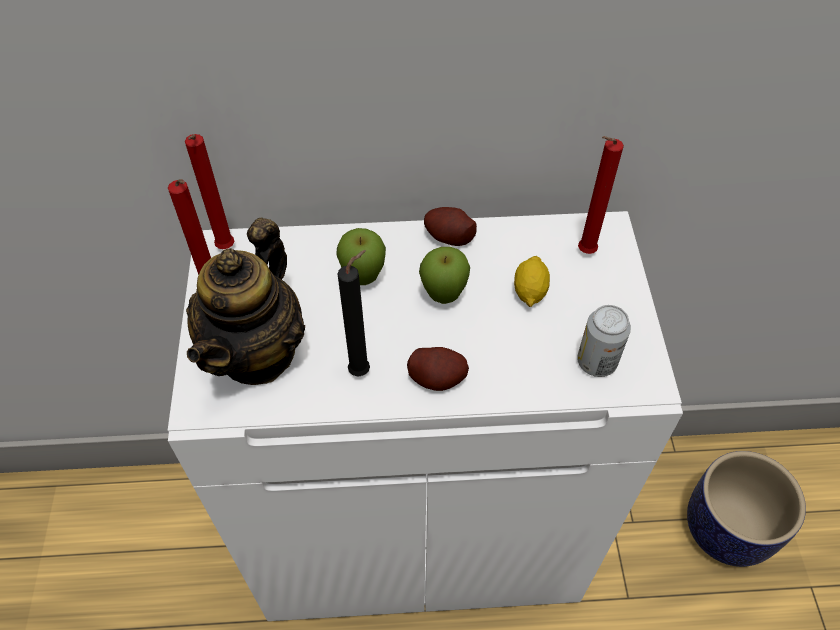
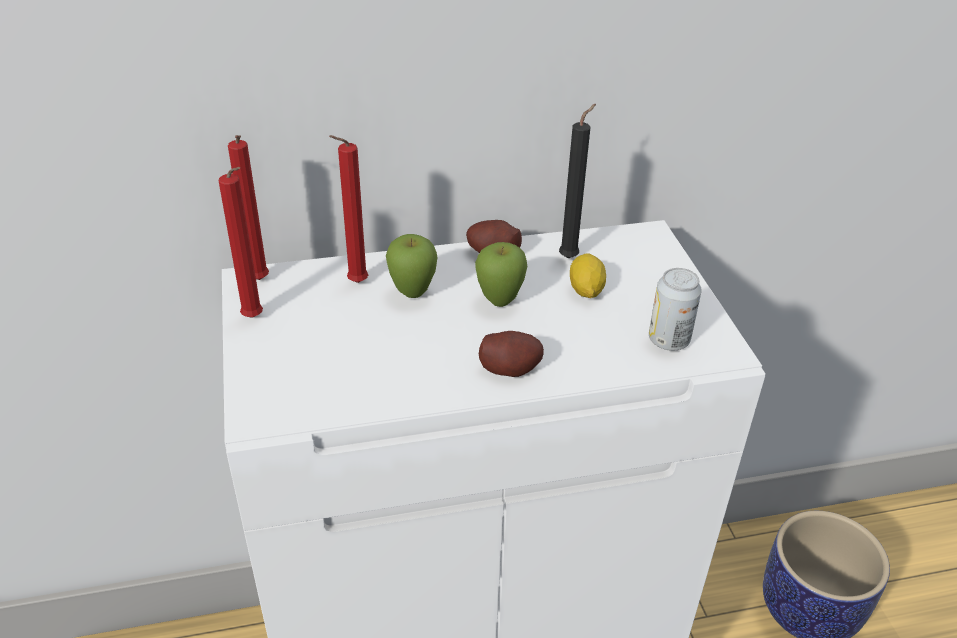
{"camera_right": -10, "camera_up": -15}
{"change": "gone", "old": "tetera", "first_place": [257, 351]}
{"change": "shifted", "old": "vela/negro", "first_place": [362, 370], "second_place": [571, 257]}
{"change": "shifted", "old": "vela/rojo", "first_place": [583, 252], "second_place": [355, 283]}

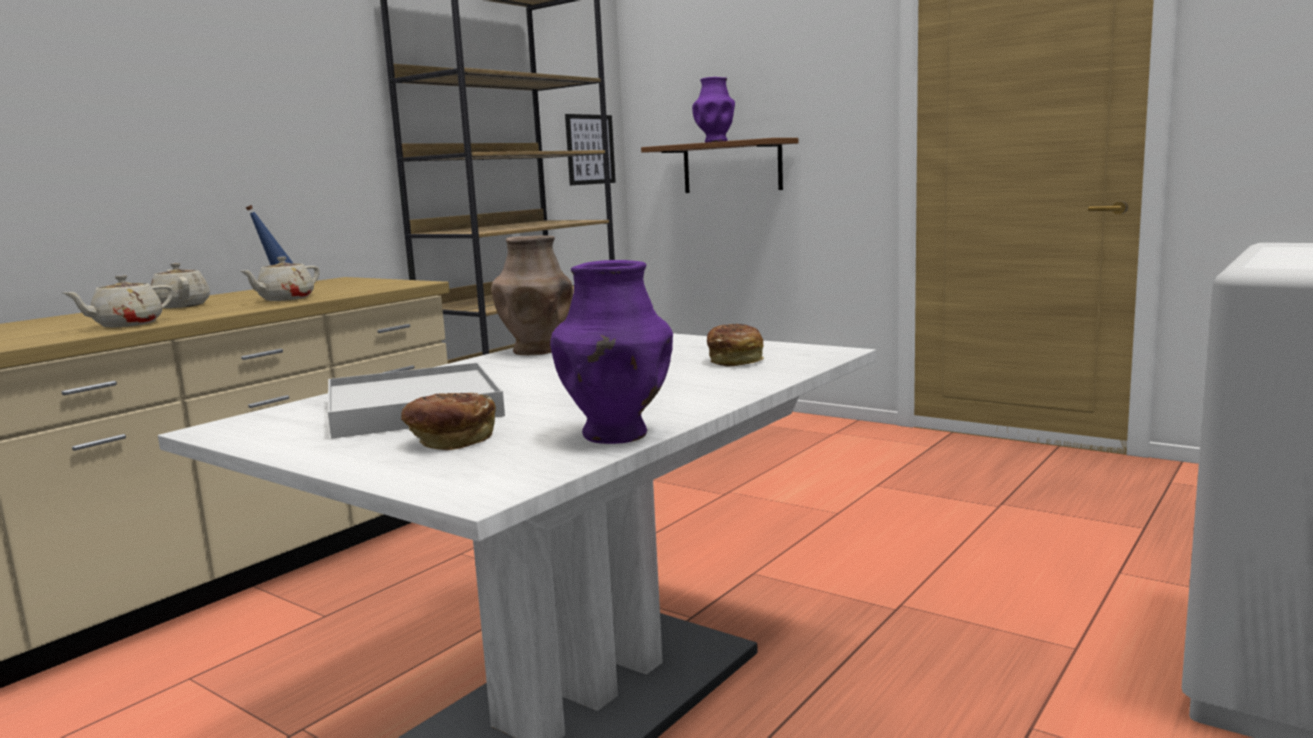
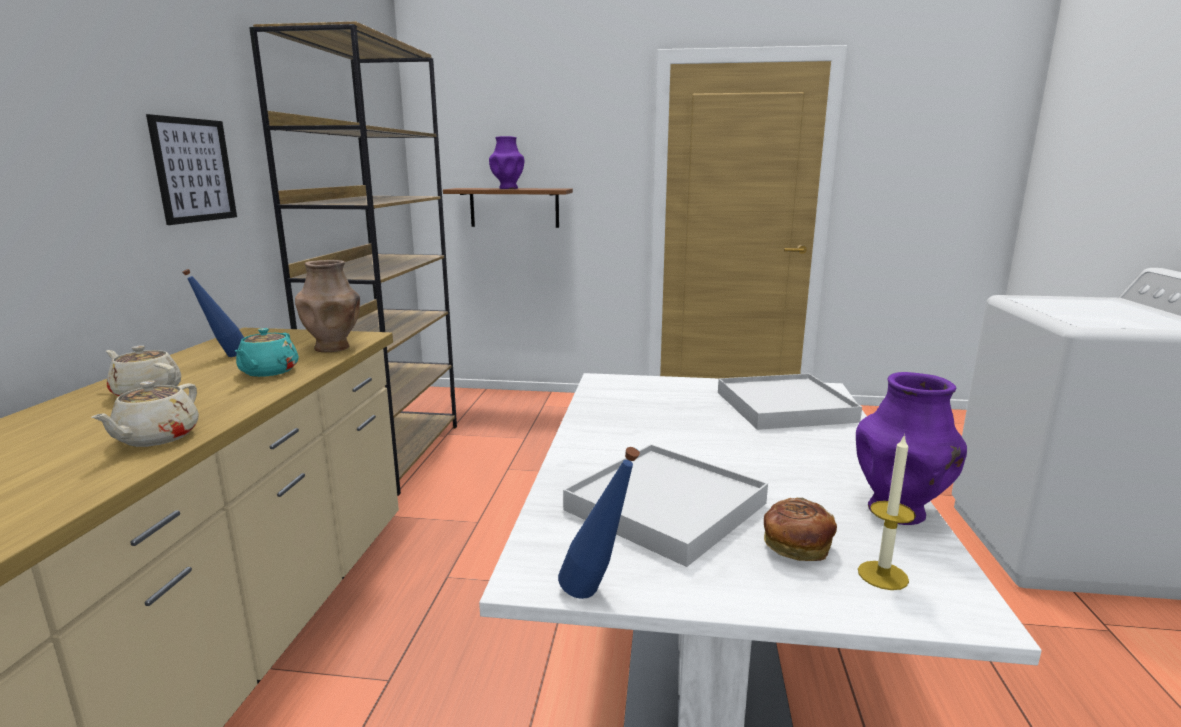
{"camera_right": -30, "camera_up": 5}
{"change": "new", "new": "botella/azul", "second_place": [597, 597]}
{"change": "new", "new": "vela", "second_place": [882, 575]}
{"change": "shifted", "old": "florero/marrón", "first_place": [536, 351], "second_place": [333, 348]}
{"change": "shifted", "old": "cuadro", "first_place": [590, 149], "second_place": [194, 170]}
{"change": "swapped", "old": "pan", "new": "bandeja/blanco", "first_place": [735, 361], "second_place": [784, 406]}
{"change": "repainted", "old": "tetera/beis", "new": "tetera/turquesa", "first_place": [285, 299], "second_place": [268, 372]}

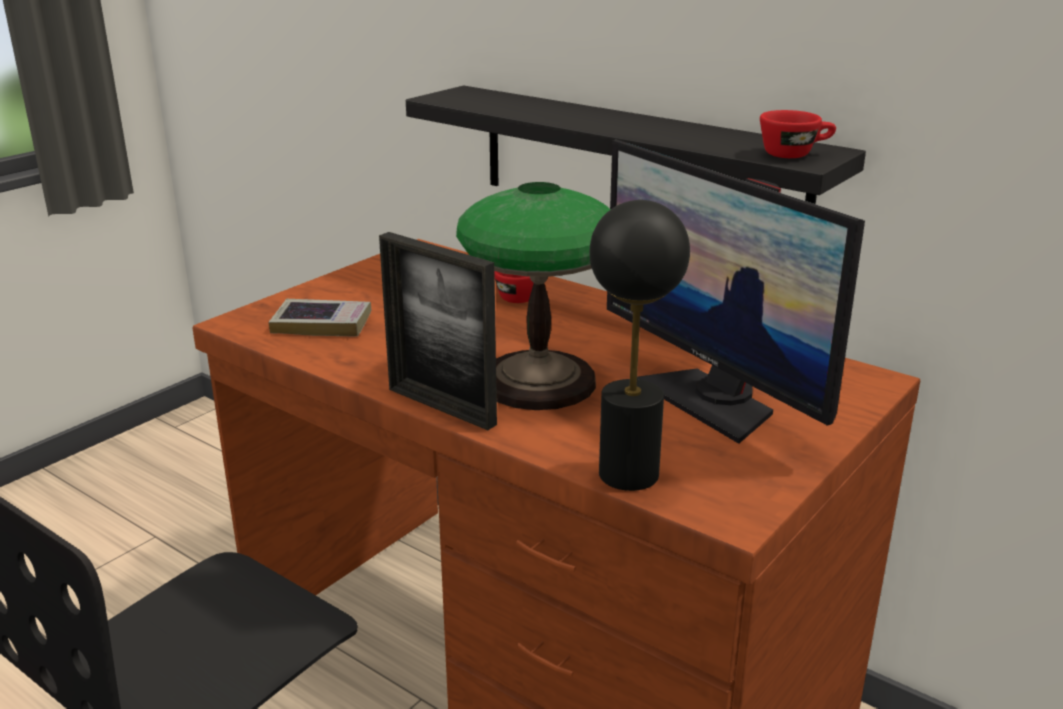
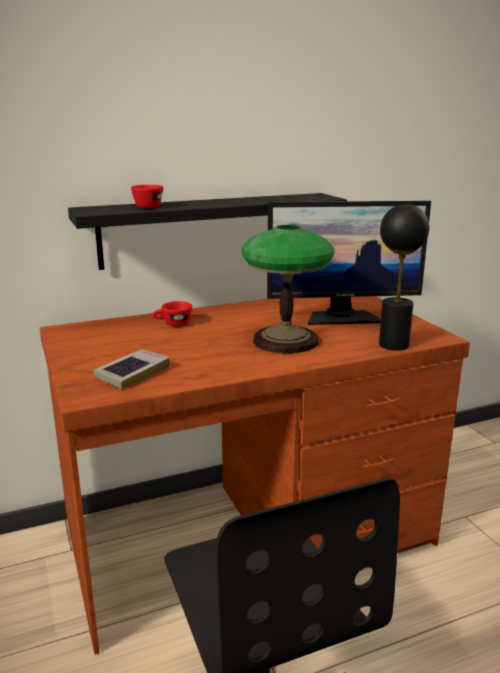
{"camera_right": -60, "camera_up": -5}
{"change": "gone", "old": "portarretratos", "first_place": [441, 406]}
{"change": "shifted", "old": "taza/rojo", "first_place": [794, 154], "second_place": [150, 206]}

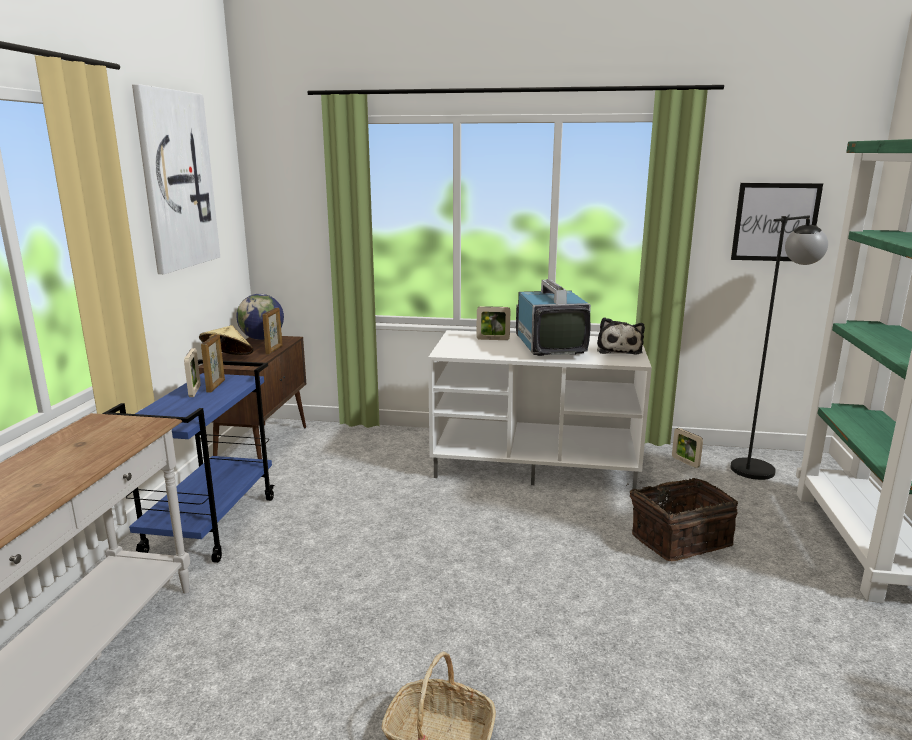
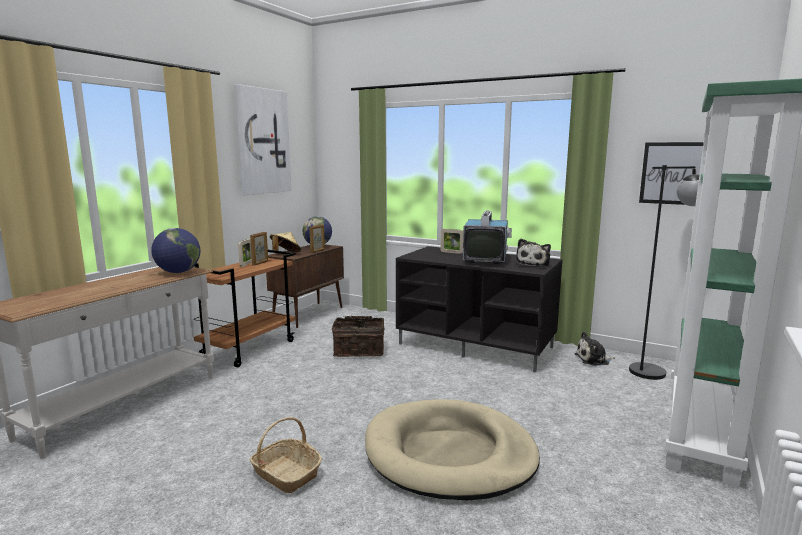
{"camera_right": 20, "camera_up": -5}
{"change": "new", "new": "globo terráqueo", "second_place": [178, 272]}
{"change": "new", "new": "cama para perro/beis", "second_place": [449, 454]}
{"change": "shifted", "old": "cesta", "first_place": [678, 539], "second_place": [359, 350]}
{"change": "swapped", "old": "portarretratos", "new": "peluche", "first_place": [685, 462], "second_place": [593, 359]}
{"change": "repainted", "old": "carrito/azul", "new": "carrito/marrón", "first_place": [211, 524], "second_place": [249, 348]}
{"change": "repainted", "old": "mueble de televisión/blanco", "new": "mueble de televisión/negro", "first_place": [536, 463], "second_place": [476, 345]}

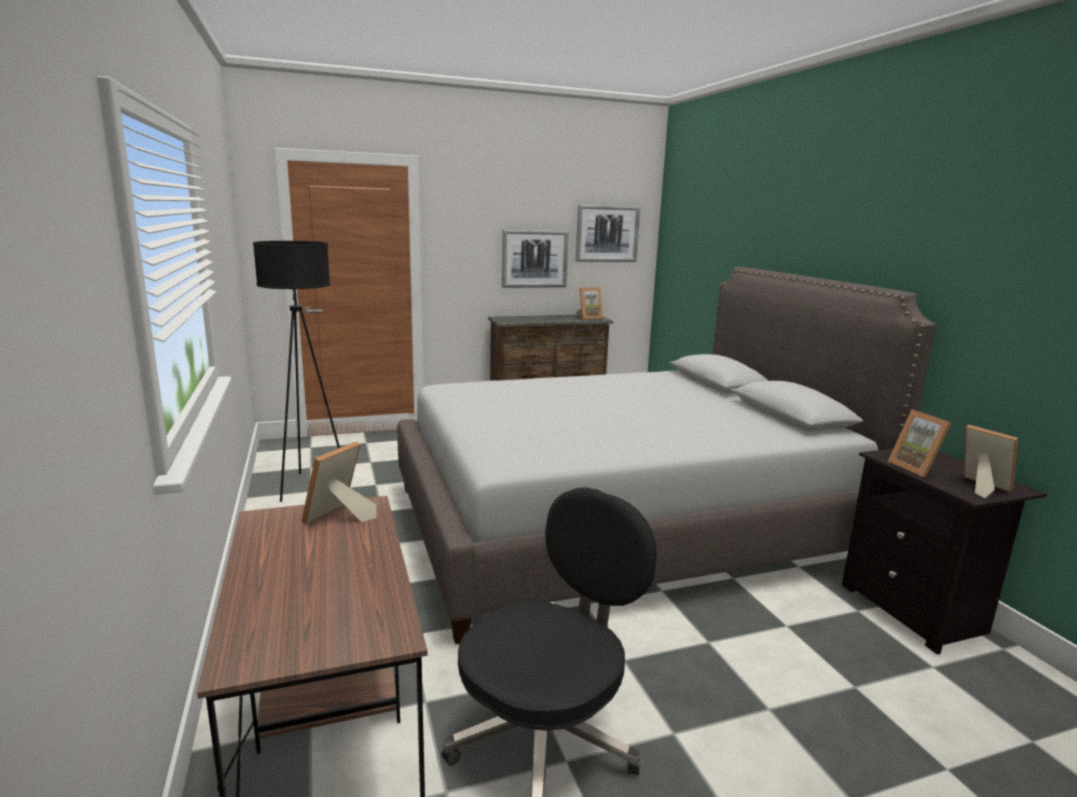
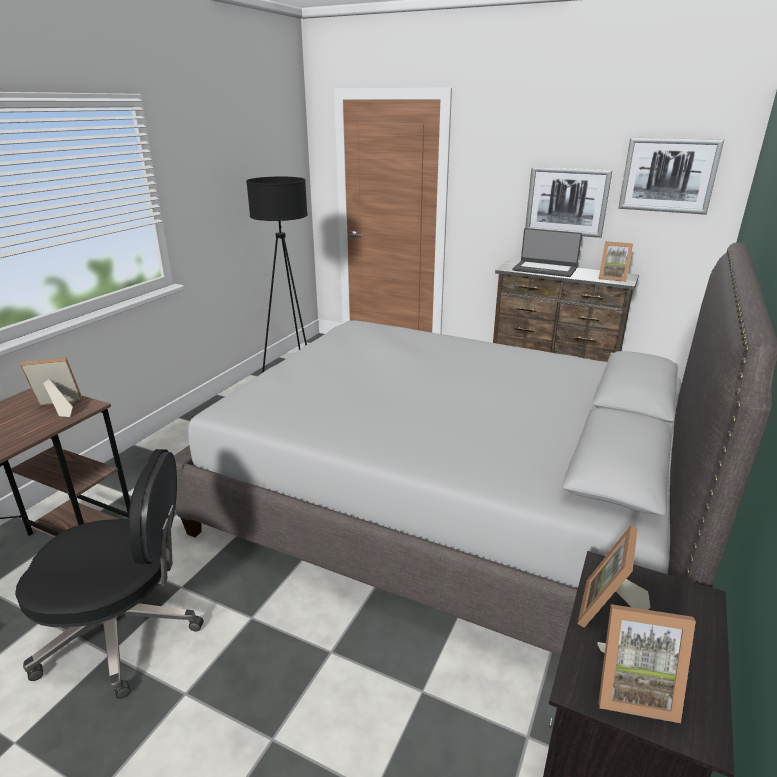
{"camera_right": 45, "camera_up": 10}
{"change": "new", "new": "portátil", "second_place": [544, 269]}
{"change": "rotated", "old": "portarretratos", "first_place": [980, 487], "second_place": [633, 688], "degrees": 90}

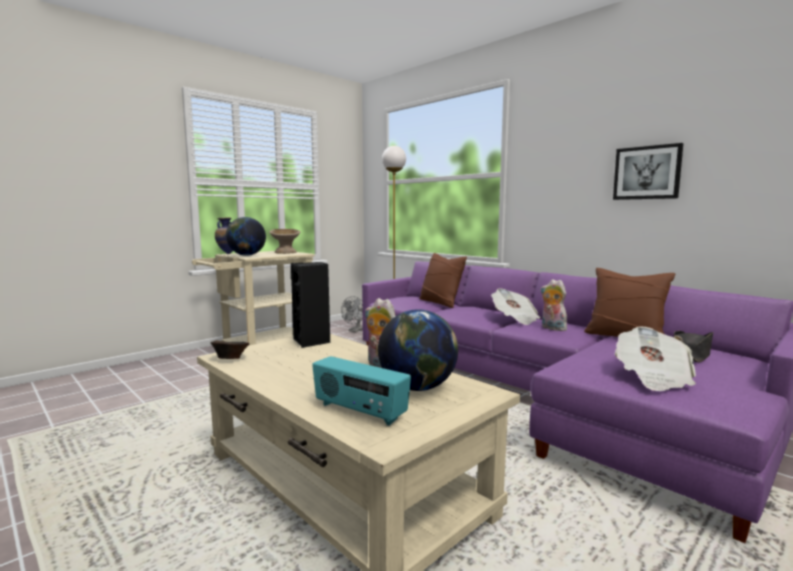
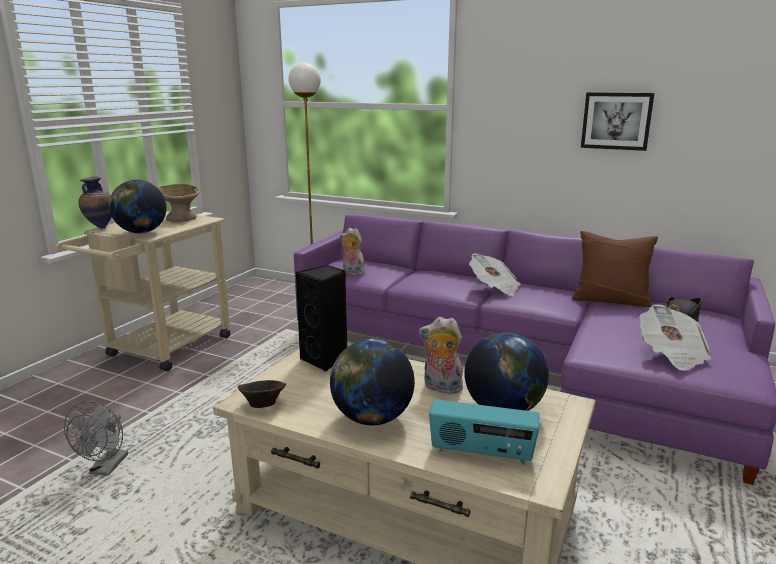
{"camera_right": -20, "camera_up": 10}
{"change": "gone", "old": "cojín/marrón", "first_place": [441, 302]}
{"change": "new", "new": "globo terráqueo", "second_place": [372, 419]}
{"change": "shifted", "old": "ventilador/gris", "first_place": [355, 331], "second_place": [106, 468]}
{"change": "shifted", "old": "peluche", "first_place": [552, 328], "second_place": [352, 273]}

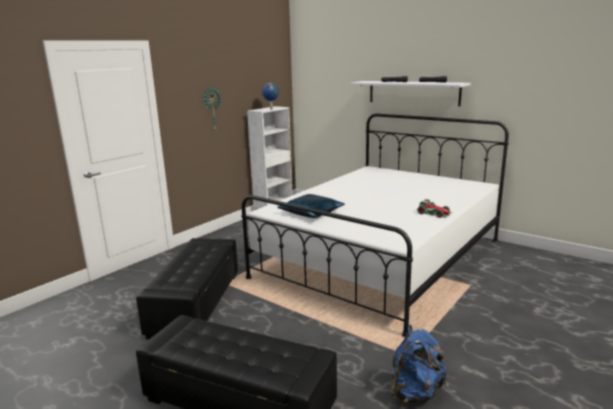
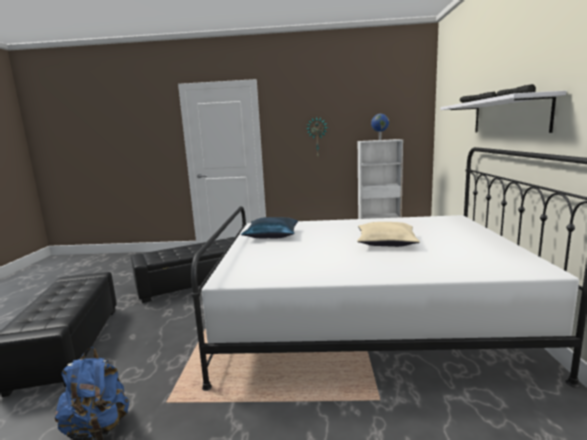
{"camera_right": 55, "camera_up": -5}
{"change": "gone", "old": "coche de juguete", "first_place": [434, 213]}
{"change": "new", "new": "cojín/beis", "second_place": [386, 242]}

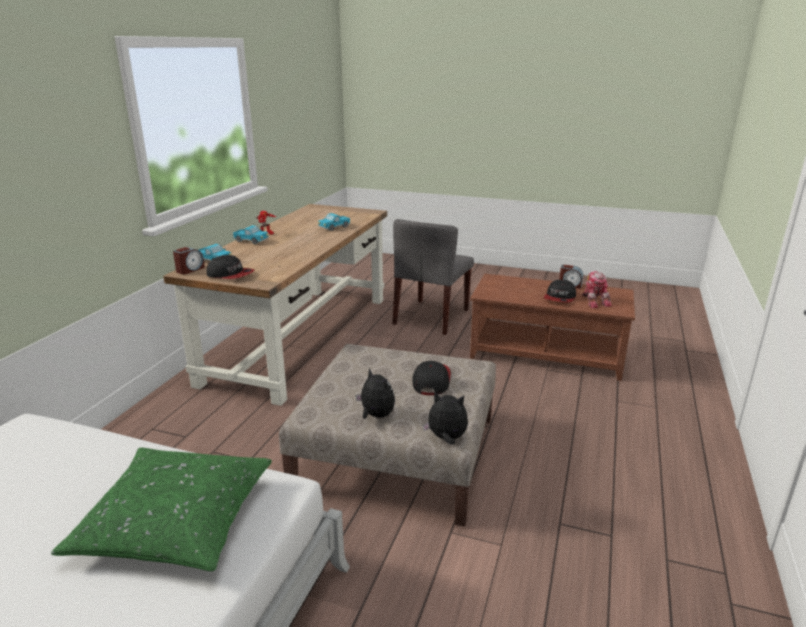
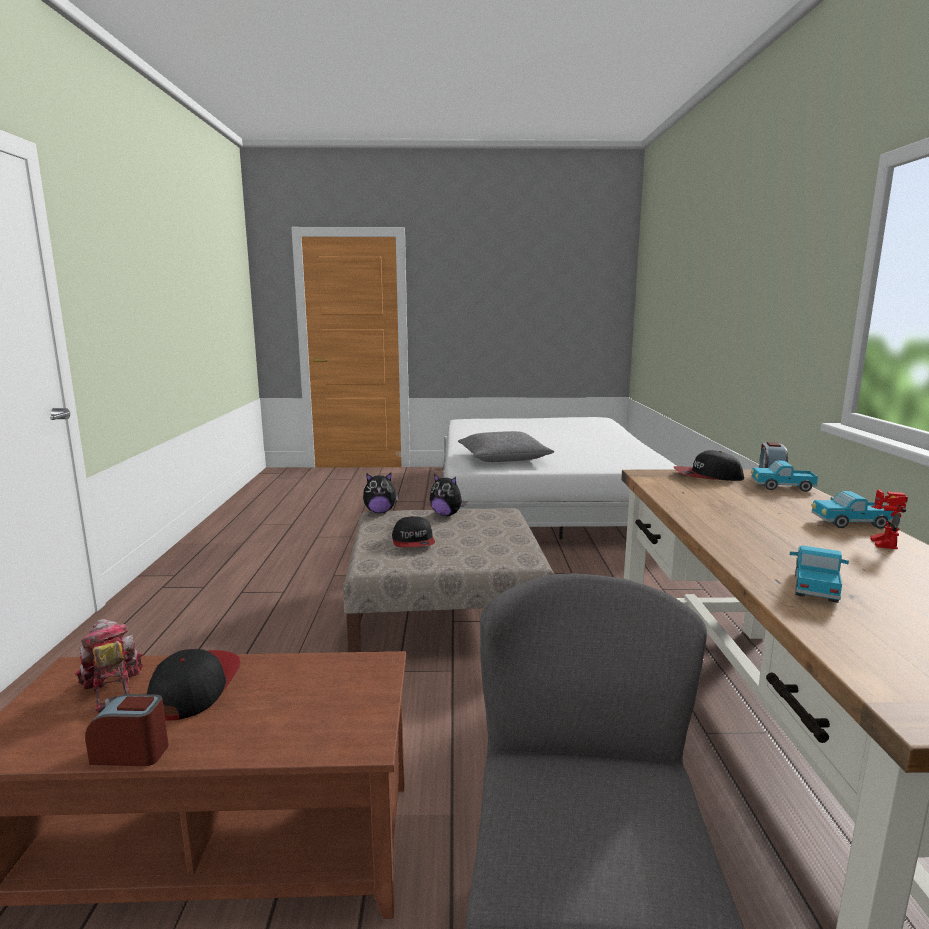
{"camera_right": 160, "camera_up": -10}
{"change": "repainted", "old": "cojín/verde", "new": "cojín/gris", "first_place": [176, 521], "second_place": [503, 458]}

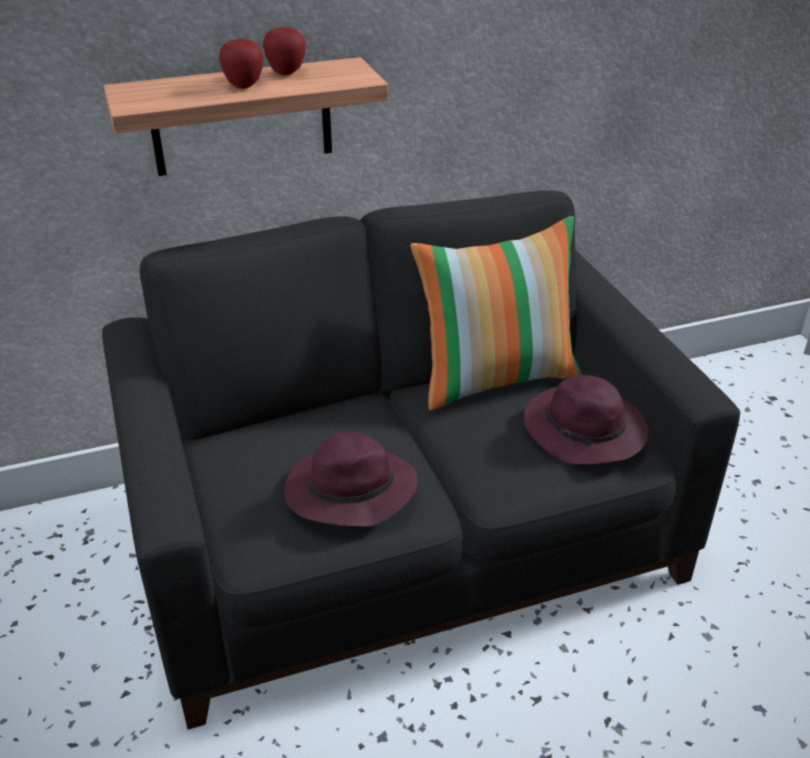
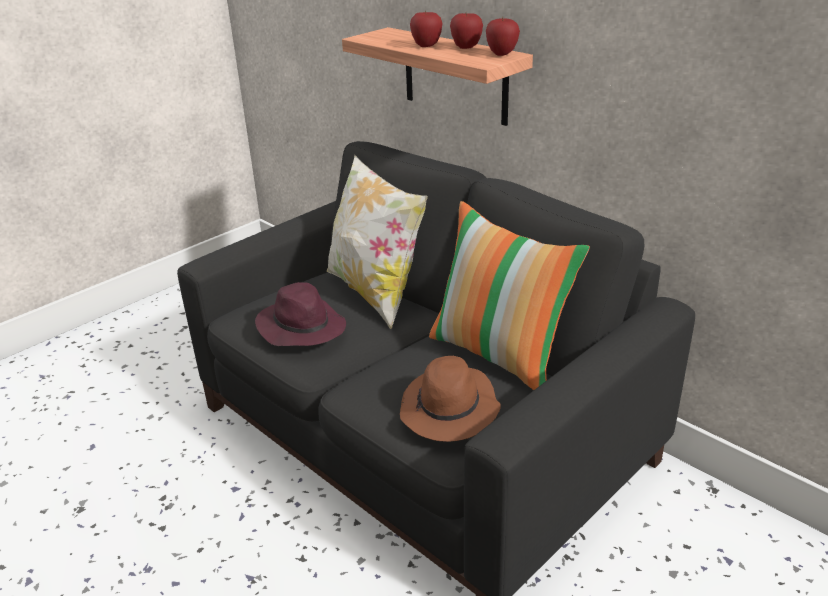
{"camera_right": 65, "camera_up": -5}
{"change": "new", "new": "cojín", "second_place": [375, 292]}
{"change": "new", "new": "manzana", "second_place": [502, 54]}
{"change": "repainted", "old": "sombrero/morado", "new": "sombrero/marrón", "first_place": [586, 432], "second_place": [449, 410]}

